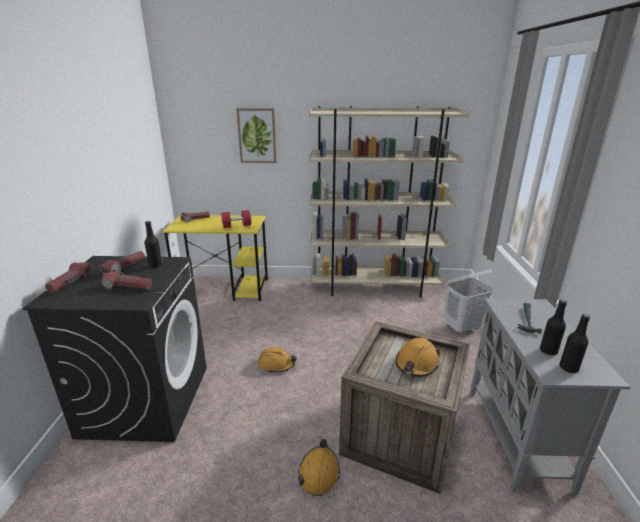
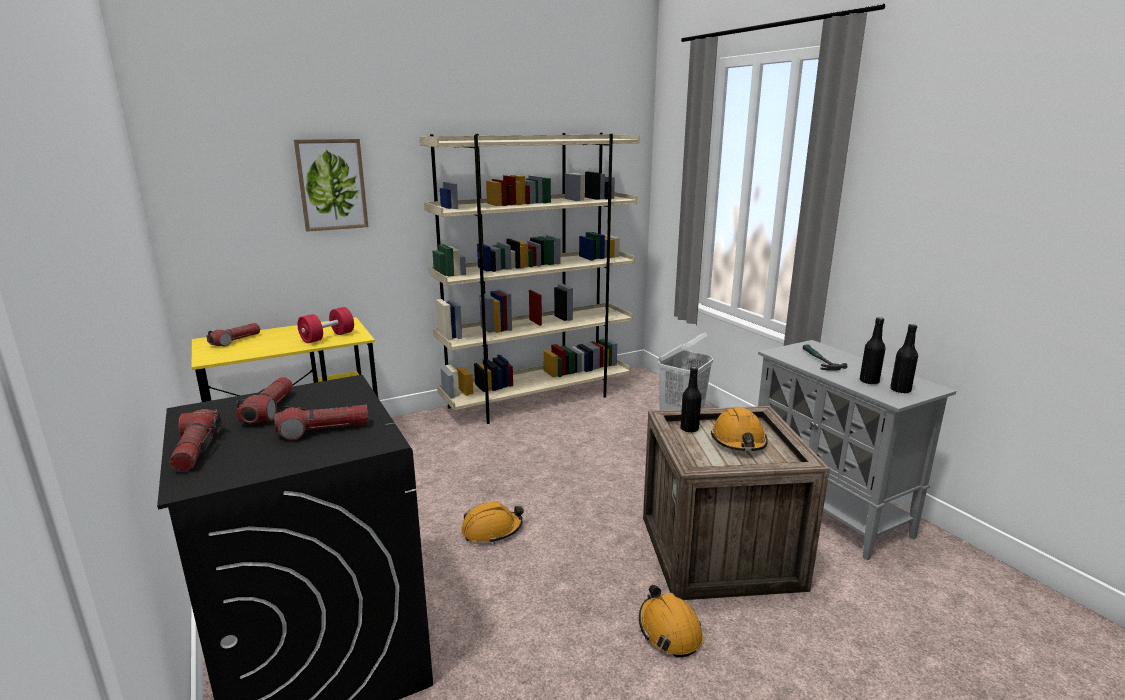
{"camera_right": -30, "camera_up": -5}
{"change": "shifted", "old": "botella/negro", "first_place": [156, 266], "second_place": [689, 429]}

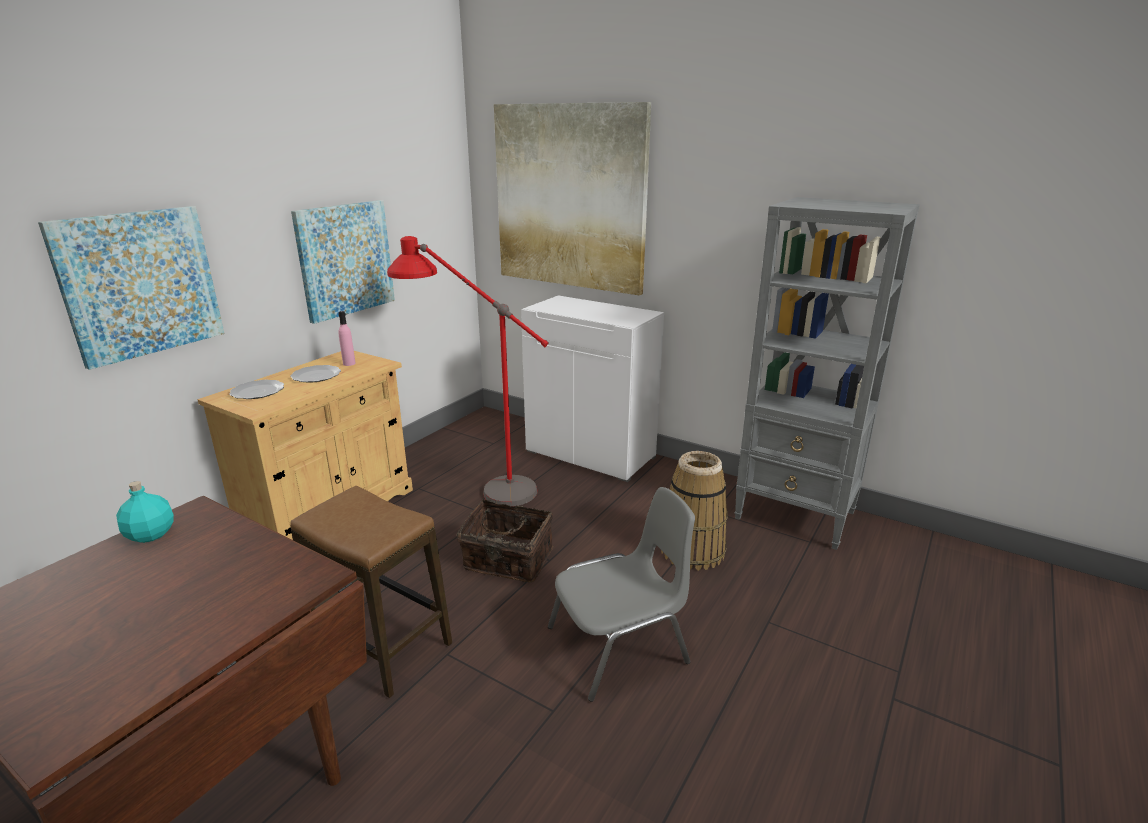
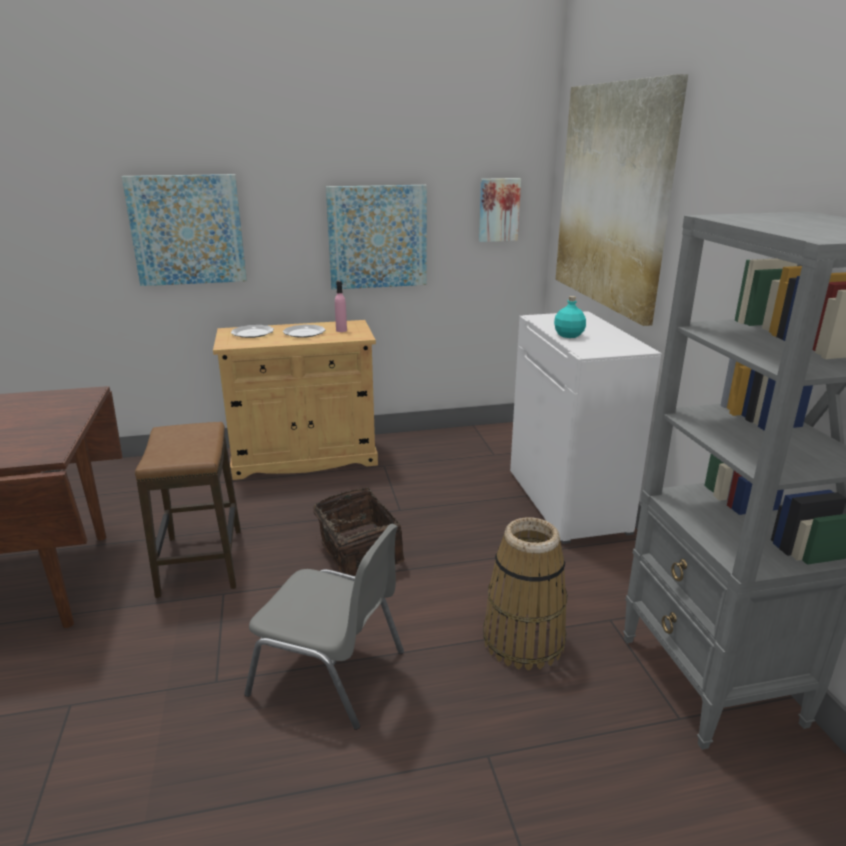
{"camera_right": 45, "camera_up": 0}
{"change": "gone", "old": "lámpara de pie/rojo", "first_place": [478, 483]}
{"change": "new", "new": "cuadro", "second_place": [498, 210]}
{"change": "shifted", "old": "botella/turquesa", "first_place": [150, 535], "second_place": [568, 335]}

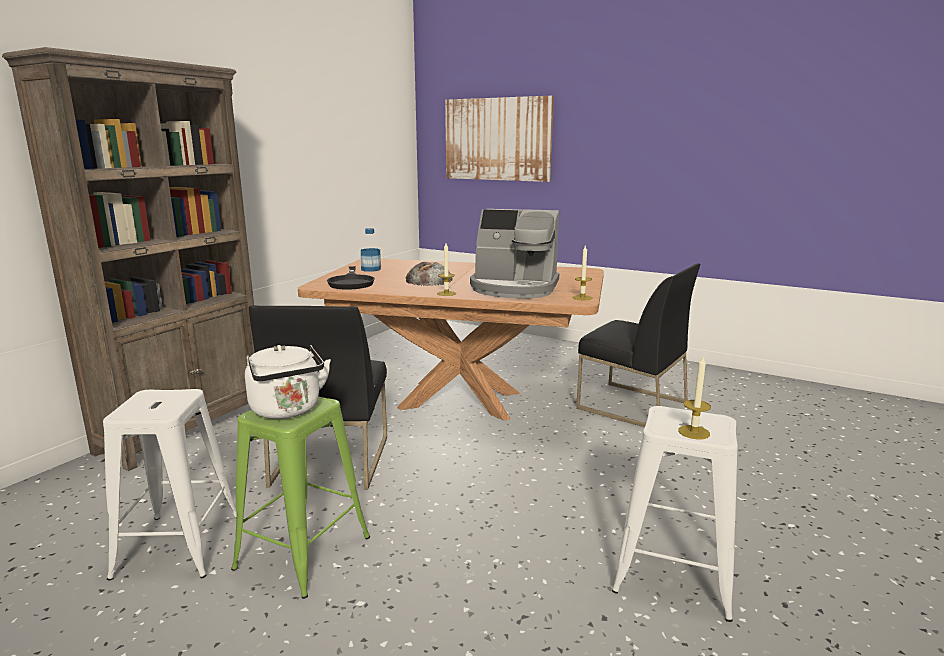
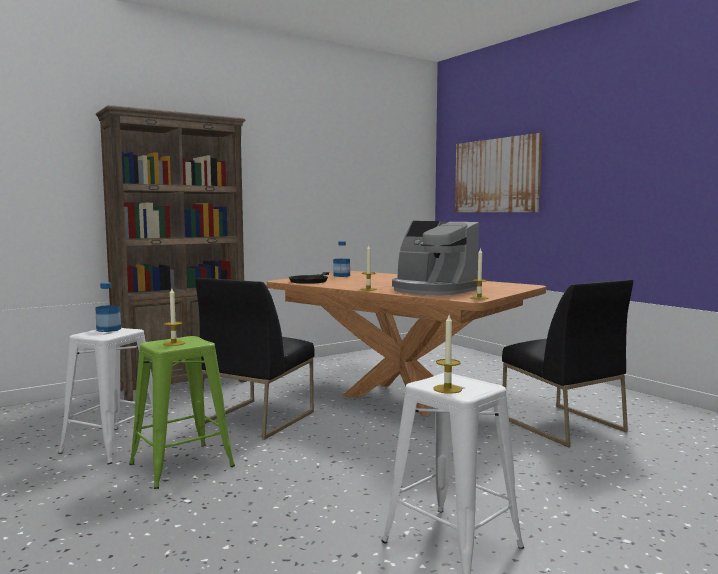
{"camera_right": 25, "camera_up": -10}
{"change": "gone", "old": "pan", "first_place": [428, 279]}
{"change": "new", "new": "botella", "second_place": [108, 329]}
{"change": "swapped", "old": "hervidor/blanco", "new": "vela", "first_place": [288, 411], "second_place": [174, 343]}

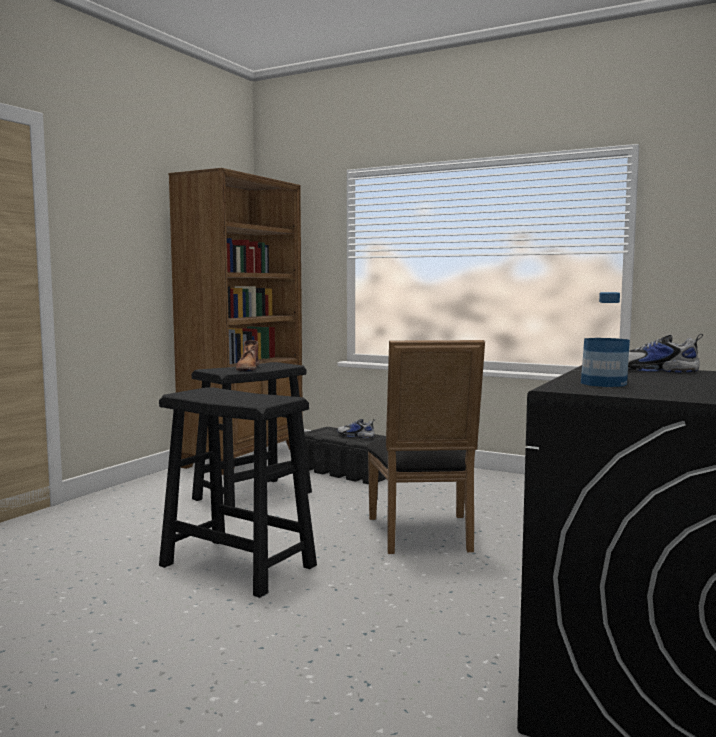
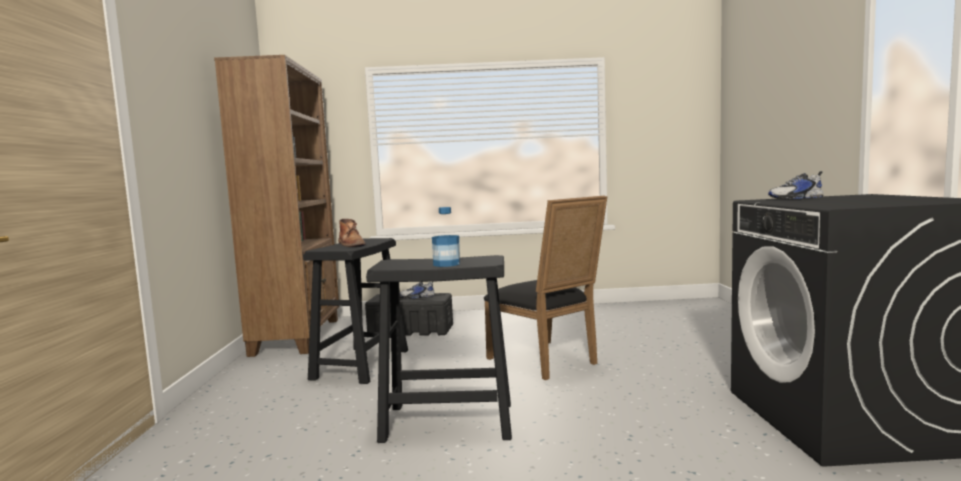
{"camera_right": -30, "camera_up": 0}
{"change": "shifted", "old": "botella", "first_place": [603, 383], "second_place": [446, 264]}

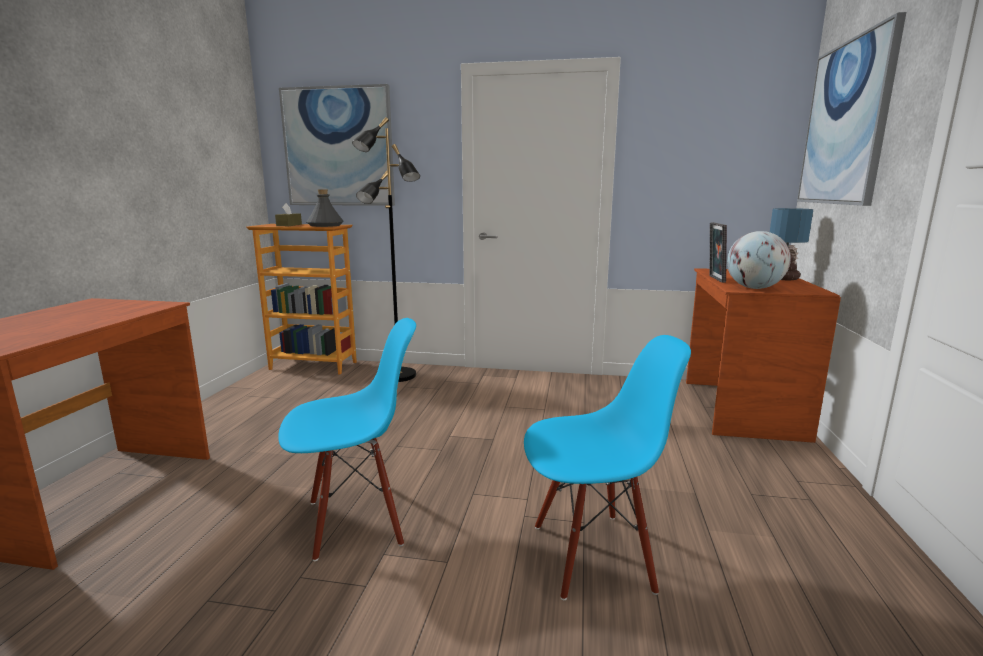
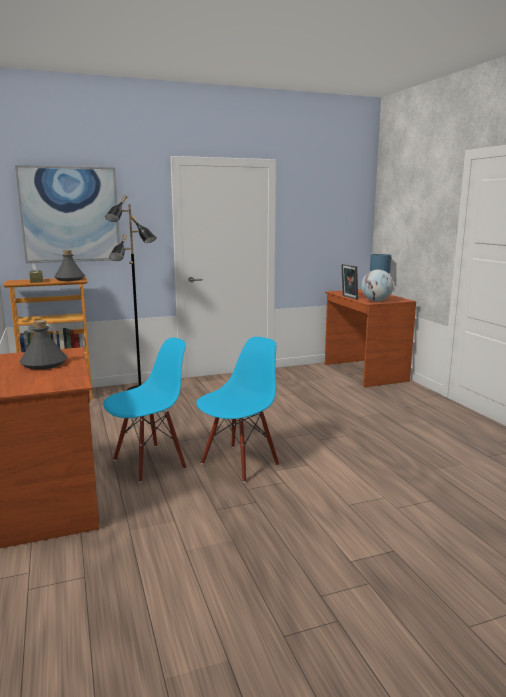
{"camera_right": -30, "camera_up": 0}
{"change": "gone", "old": "cuadro", "first_place": [845, 123]}
{"change": "new", "new": "botella/gris", "second_place": [44, 364]}
{"change": "shifted", "old": "silla/azul", "first_place": [592, 555], "second_place": [149, 463]}

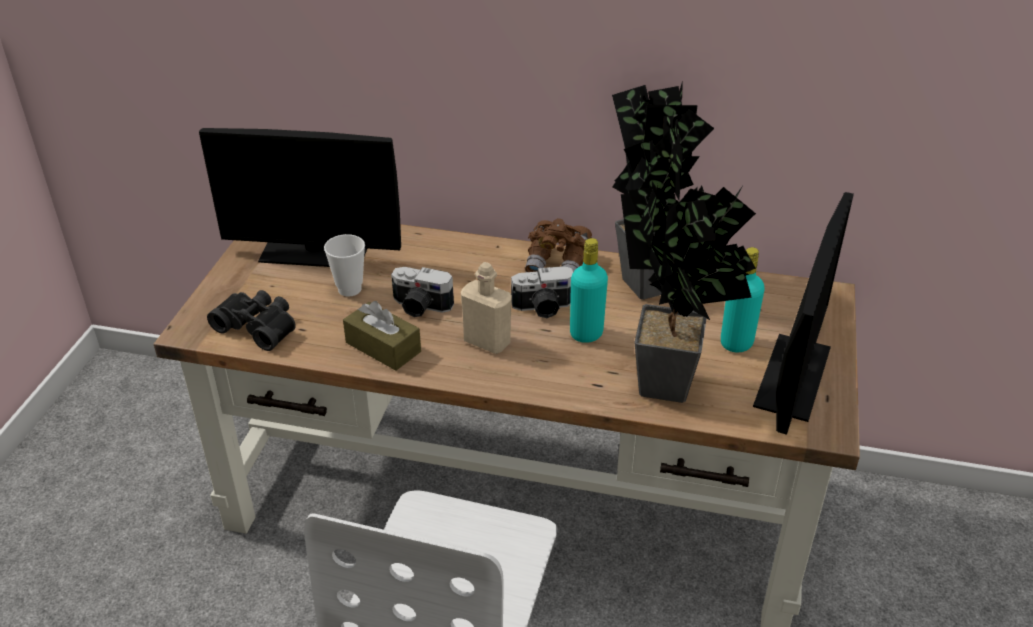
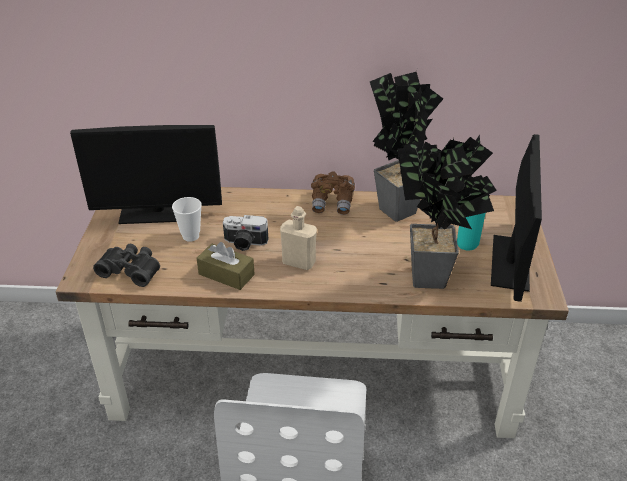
{"camera_right": -10, "camera_up": 0}
{"change": "gone", "old": "cámara", "first_place": [543, 308]}
{"change": "gone", "old": "botella/turquesa", "first_place": [586, 334]}

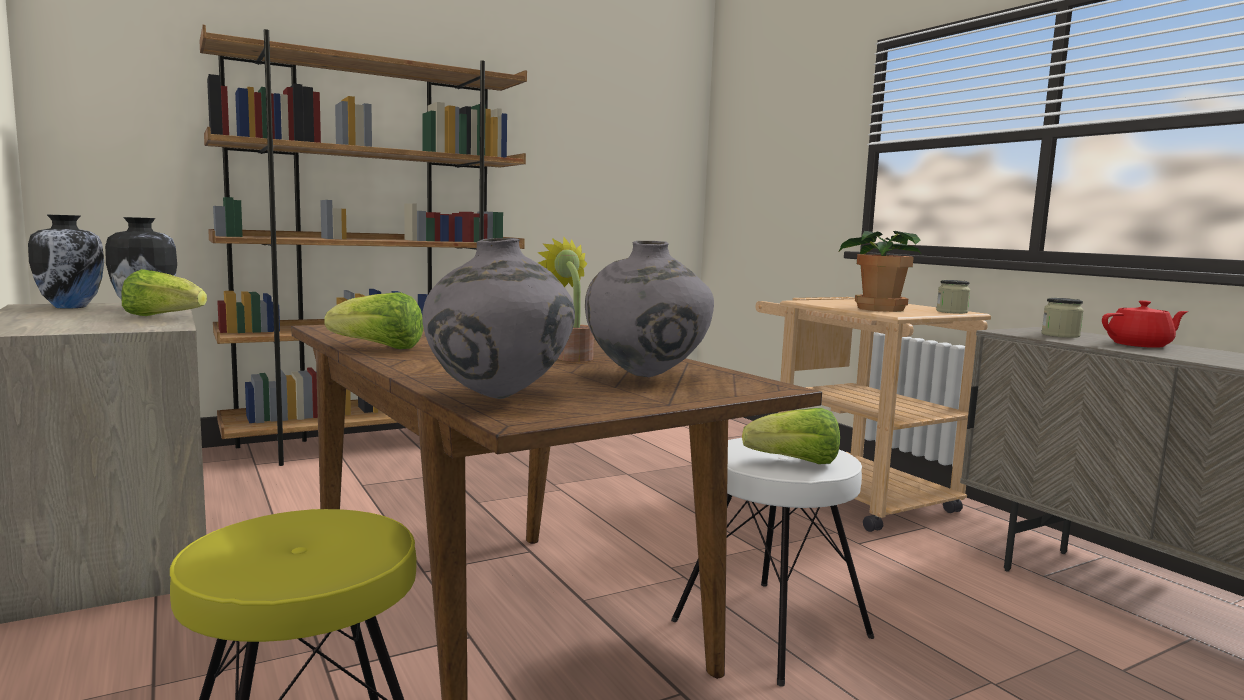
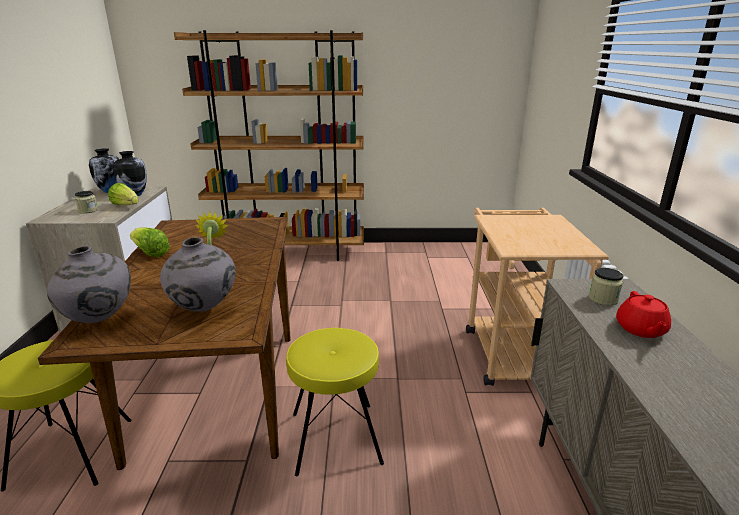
{"camera_right": 30, "camera_up": 15}
{"change": "gone", "old": "lechuga", "first_place": [795, 462]}
{"change": "gone", "old": "planta en maceta", "first_place": [878, 309]}
{"change": "shifted", "old": "tarro", "first_place": [951, 312], "second_place": [88, 211]}
{"change": "repainted", "old": "taburete/blanco", "new": "taburete/amarillo", "first_place": [772, 628], "second_place": [336, 437]}
{"change": "rotated", "old": "tetera/rojo", "first_place": [1140, 345], "second_place": [640, 329], "degrees": 75}

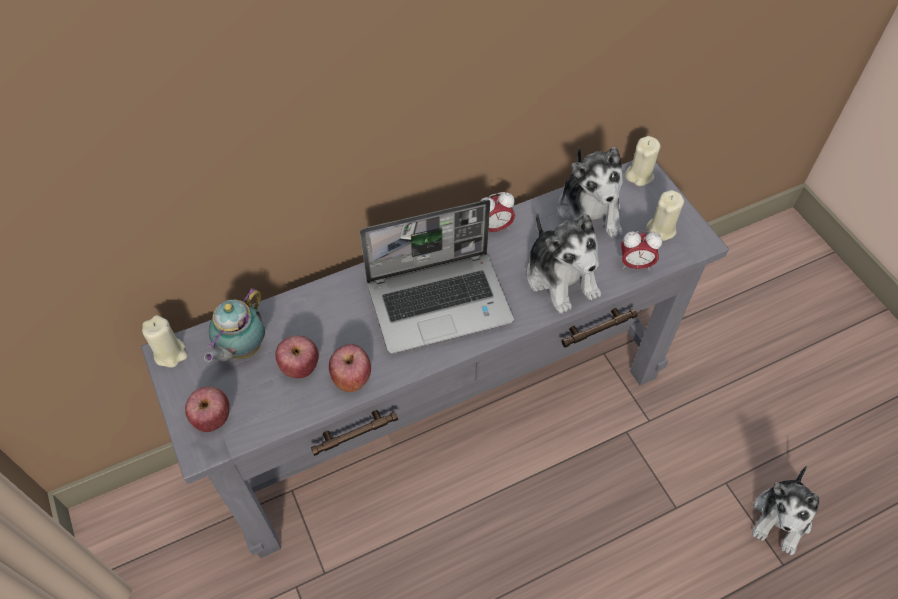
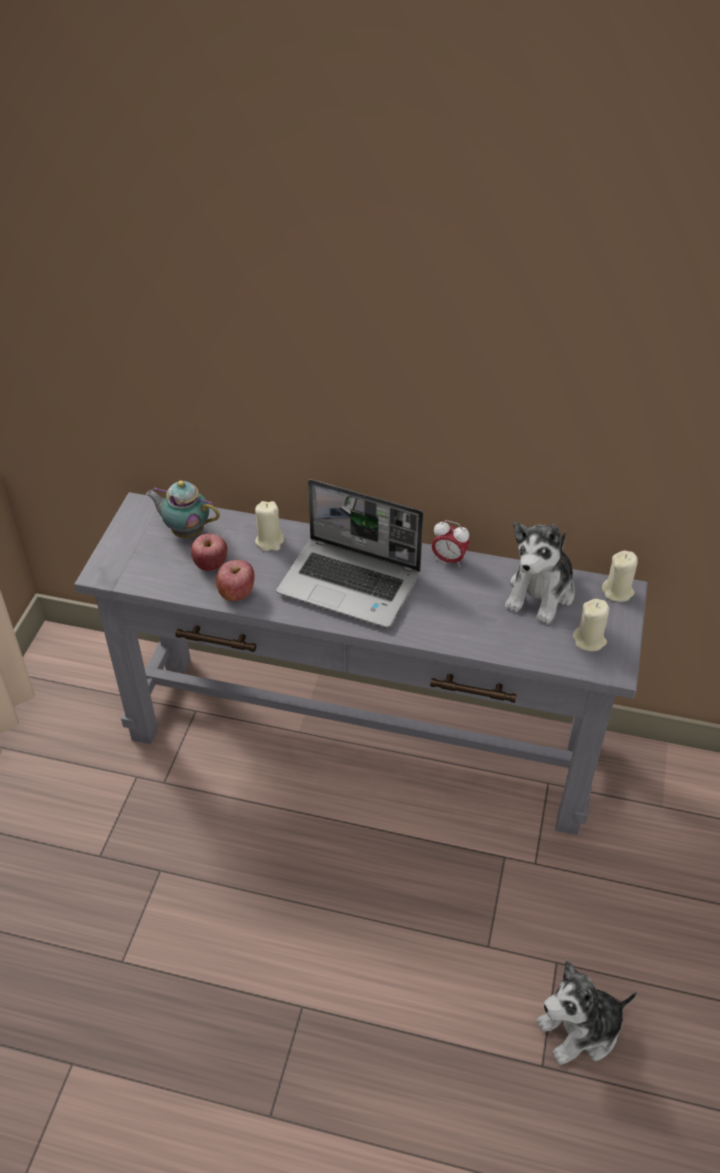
{"camera_right": 40, "camera_up": -10}
{"change": "gone", "old": "manzana", "first_place": [213, 418]}
{"change": "gone", "old": "peluche", "first_place": [561, 277]}
{"change": "gone", "old": "despertador", "first_place": [635, 264]}
{"change": "shifted", "old": "vela/beis", "first_place": [170, 353], "second_place": [269, 541]}
{"change": "rotated", "old": "tetera", "first_place": [241, 349], "second_place": [186, 531], "degrees": 45}

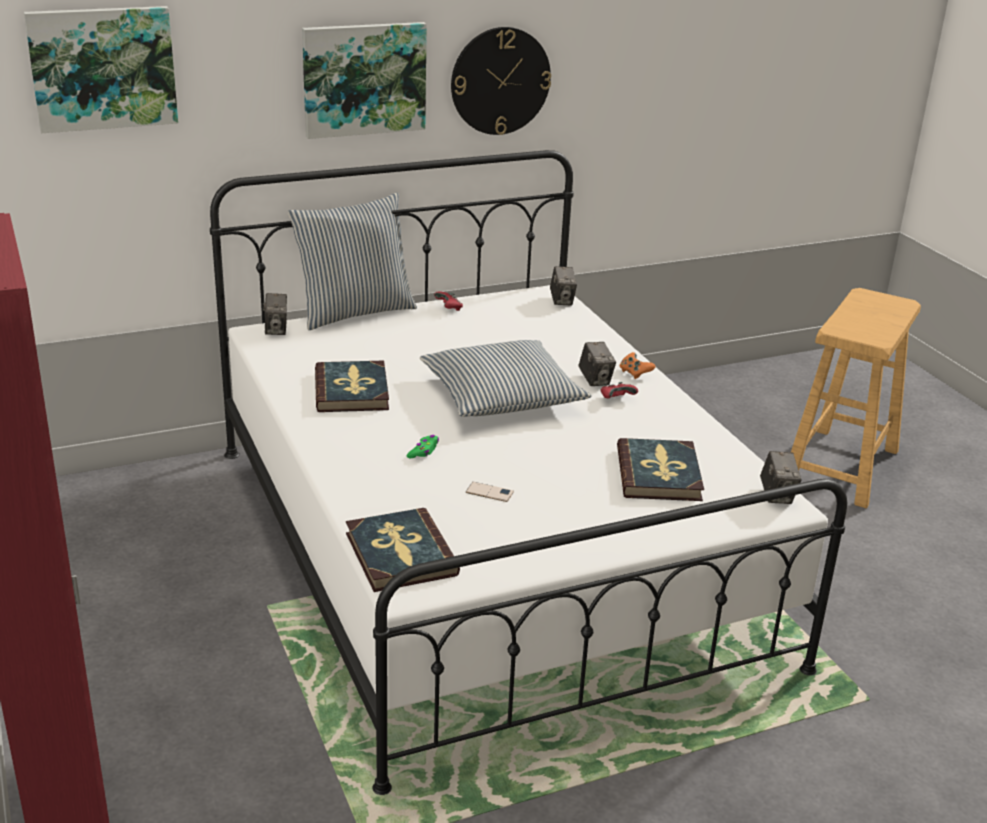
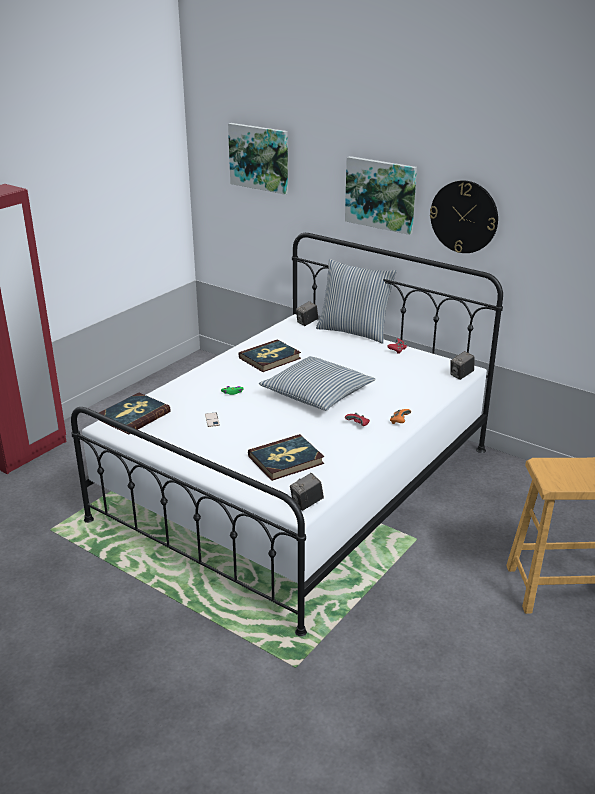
{"camera_right": 60, "camera_up": 0}
{"change": "gone", "old": "cámara", "first_place": [595, 380]}

